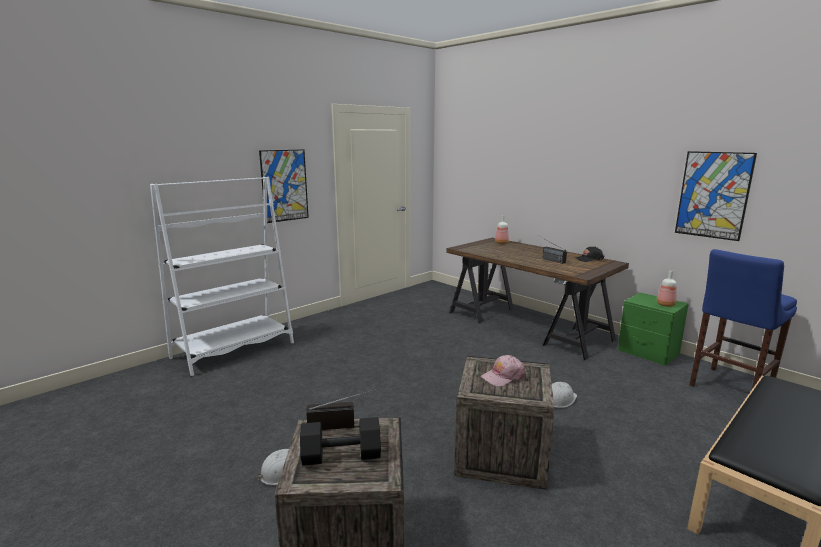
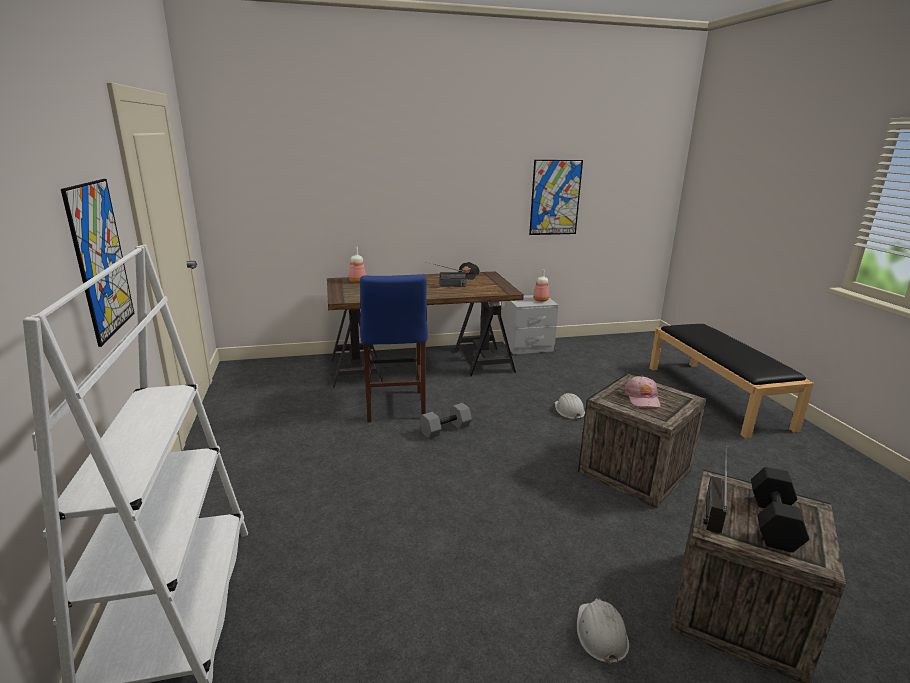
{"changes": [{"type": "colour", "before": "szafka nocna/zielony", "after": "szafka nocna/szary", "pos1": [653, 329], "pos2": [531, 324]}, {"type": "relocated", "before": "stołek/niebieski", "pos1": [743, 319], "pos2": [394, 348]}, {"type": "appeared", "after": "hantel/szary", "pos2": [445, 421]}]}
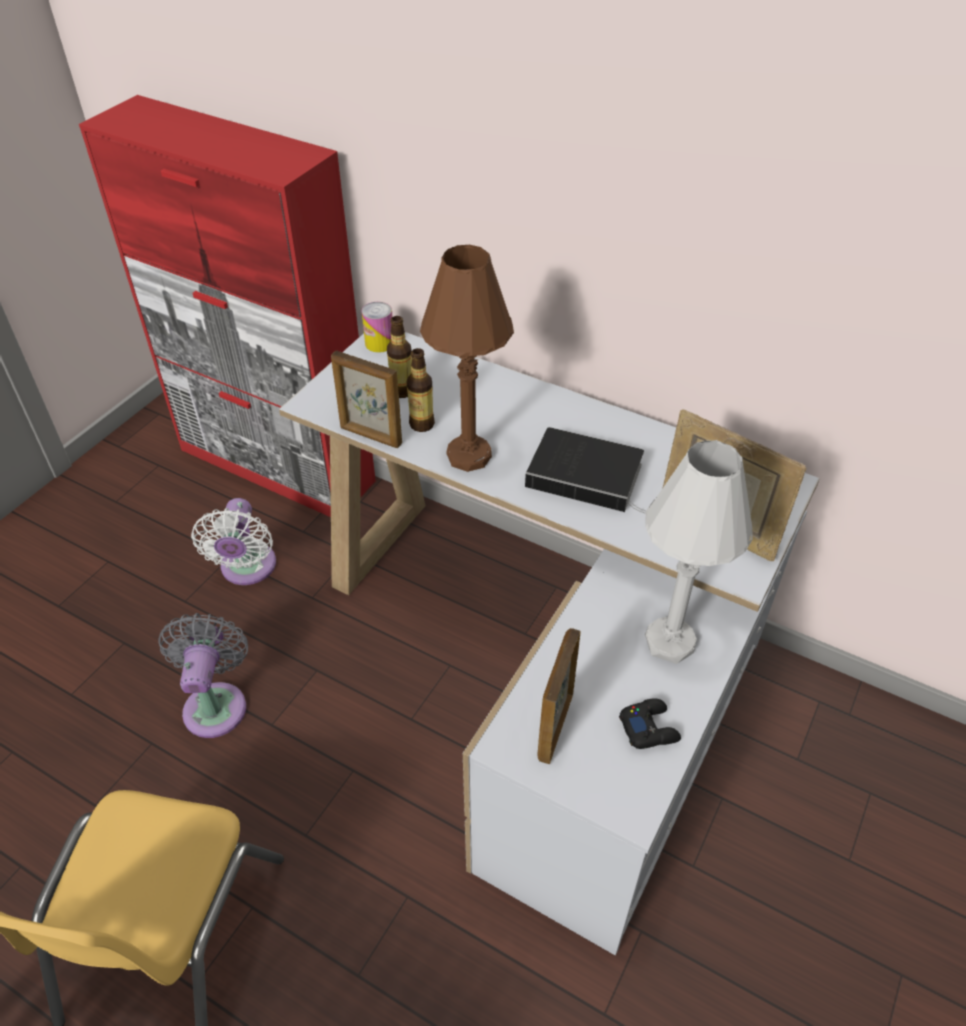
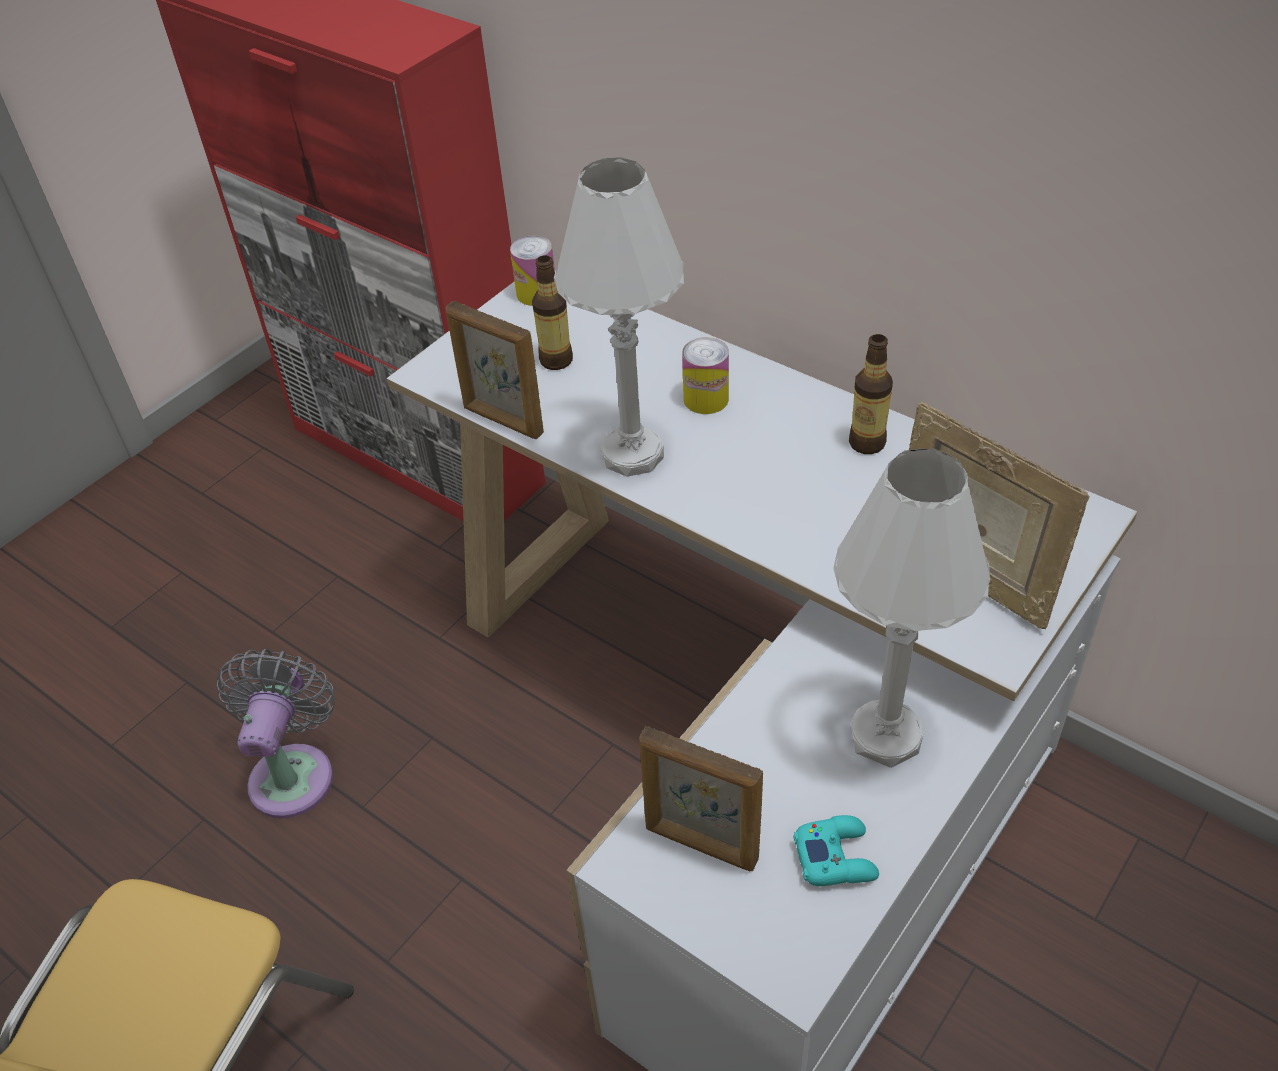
{"changes": [{"type": "missing", "before": "wentylator/biały", "pos1": [233, 541]}, {"type": "relocated", "before": "butelka", "pos1": [421, 390], "pos2": [871, 394]}, {"type": "colour", "before": "lampa stołowa/brązowy", "after": "lampa stołowa/biały", "pos1": [467, 358], "pos2": [619, 317]}, {"type": "missing", "before": "książka", "pos1": [585, 470]}, {"type": "spun", "before": "ramka na zdjęcie", "pos1": [559, 696], "pos2": [701, 798], "turn": -90}, {"type": "colour", "before": "pad do gier/czarny", "after": "pad do gier/turkusowy", "pos1": [650, 723], "pos2": [836, 850]}, {"type": "appeared", "after": "puszka", "pos2": [705, 375]}]}
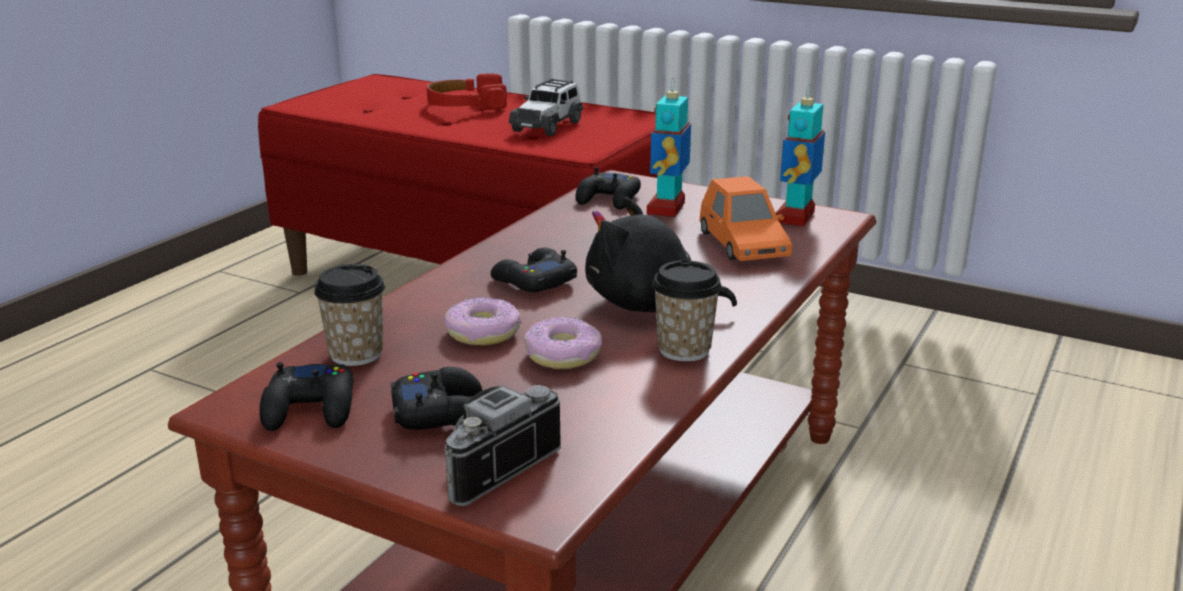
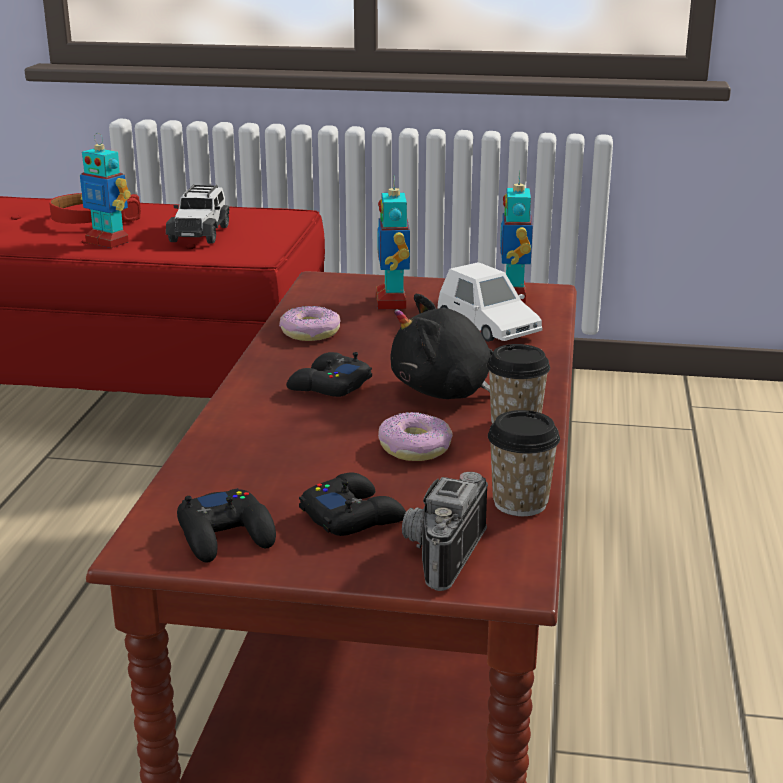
{"changes": [{"type": "relocated", "before": "filiżanka", "pos1": [349, 315], "pos2": [524, 463]}, {"type": "relocated", "before": "donut", "pos1": [482, 321], "pos2": [310, 323]}, {"type": "missing", "before": "pad do gier/czarny", "pos1": [608, 188]}, {"type": "colour", "before": "samochodzik/pomarańczowy", "after": "samochodzik/biały", "pos1": [745, 218], "pos2": [489, 302]}, {"type": "appeared", "after": "robot zabawkowy", "pos2": [105, 190]}]}
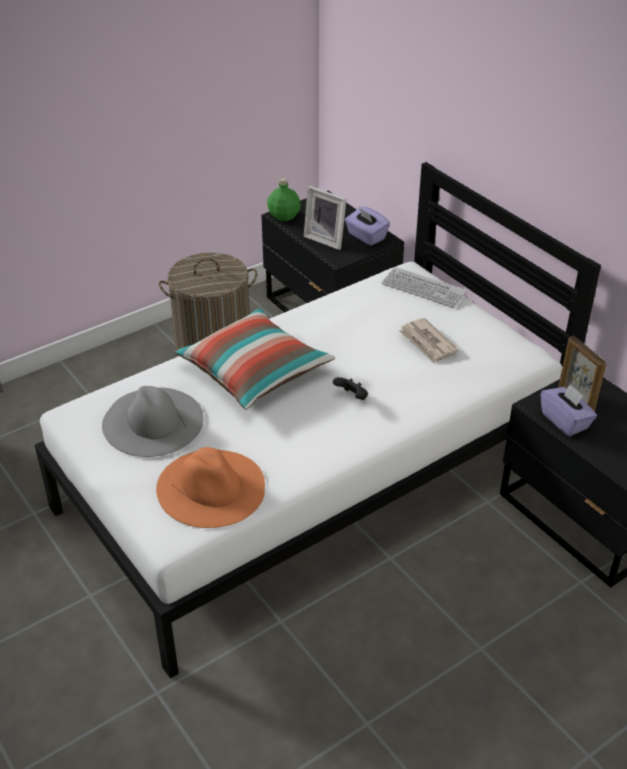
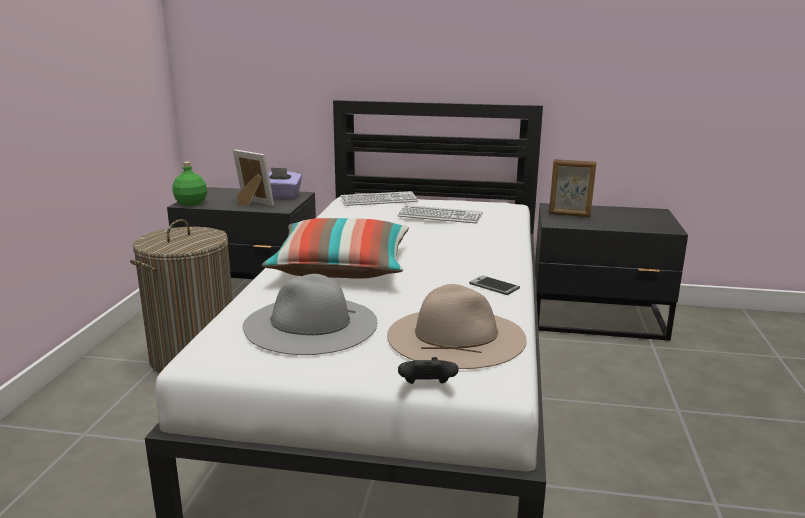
{"changes": [{"type": "colour", "before": "kapelusz/pomarańczowy", "after": "kapelusz/beżowy", "pos1": [210, 487], "pos2": [457, 326]}, {"type": "spun", "before": "ramka na zdjęcie", "pos1": [325, 218], "pos2": [253, 177], "turn": -135}, {"type": "relocated", "before": "pad do gier/czarny", "pos1": [350, 388], "pos2": [428, 370]}, {"type": "exchanged", "before": "gazeta", "after": "klawiatura", "pos1": [428, 341], "pos2": [440, 214]}, {"type": "missing", "before": "pudełko chusteczek/fioletowy", "pos1": [569, 410]}, {"type": "appeared", "after": "telefon", "pos2": [494, 285]}]}
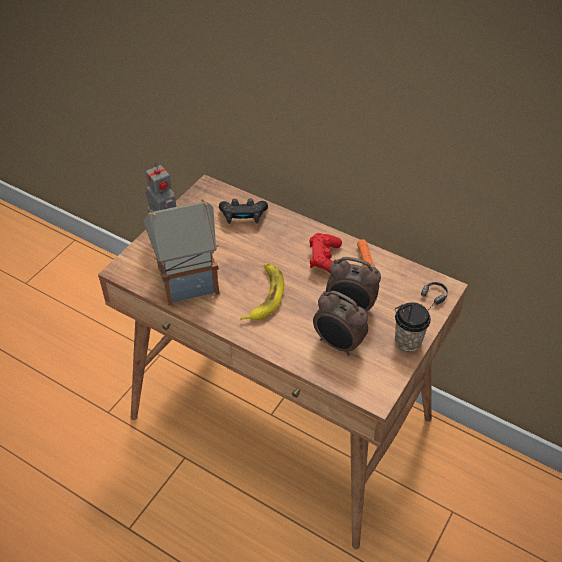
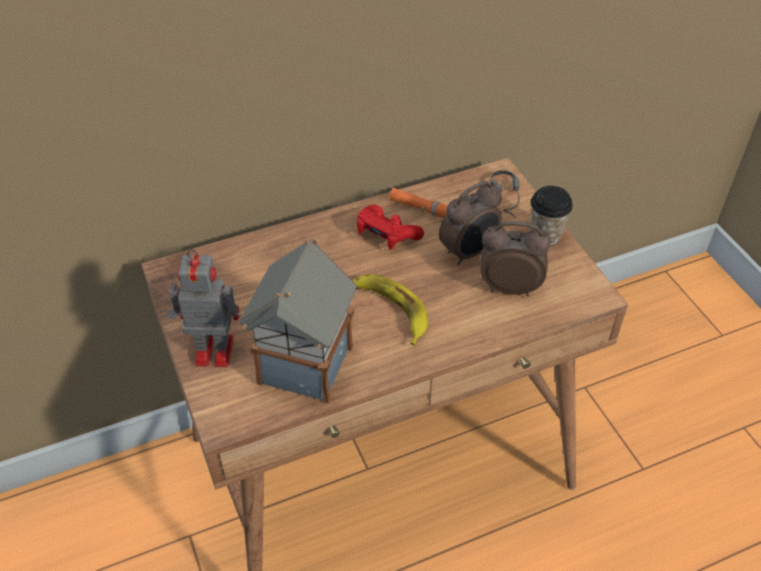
{"changes": [{"type": "missing", "before": "pad do gier/czarny", "pos1": [243, 211]}, {"type": "spun", "before": "budzik", "pos1": [340, 323], "pos2": [515, 259], "turn": -150}]}
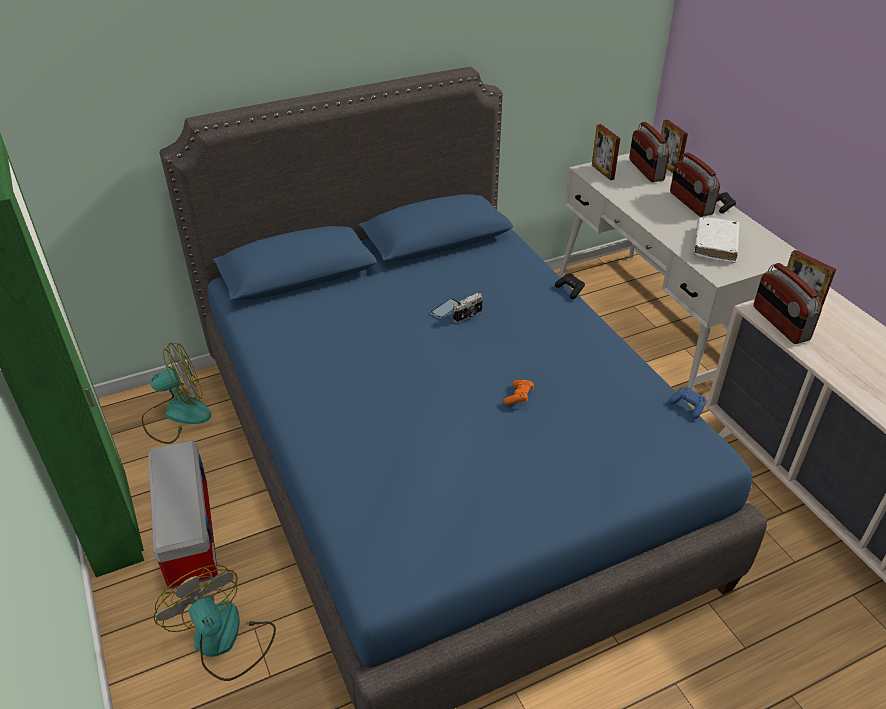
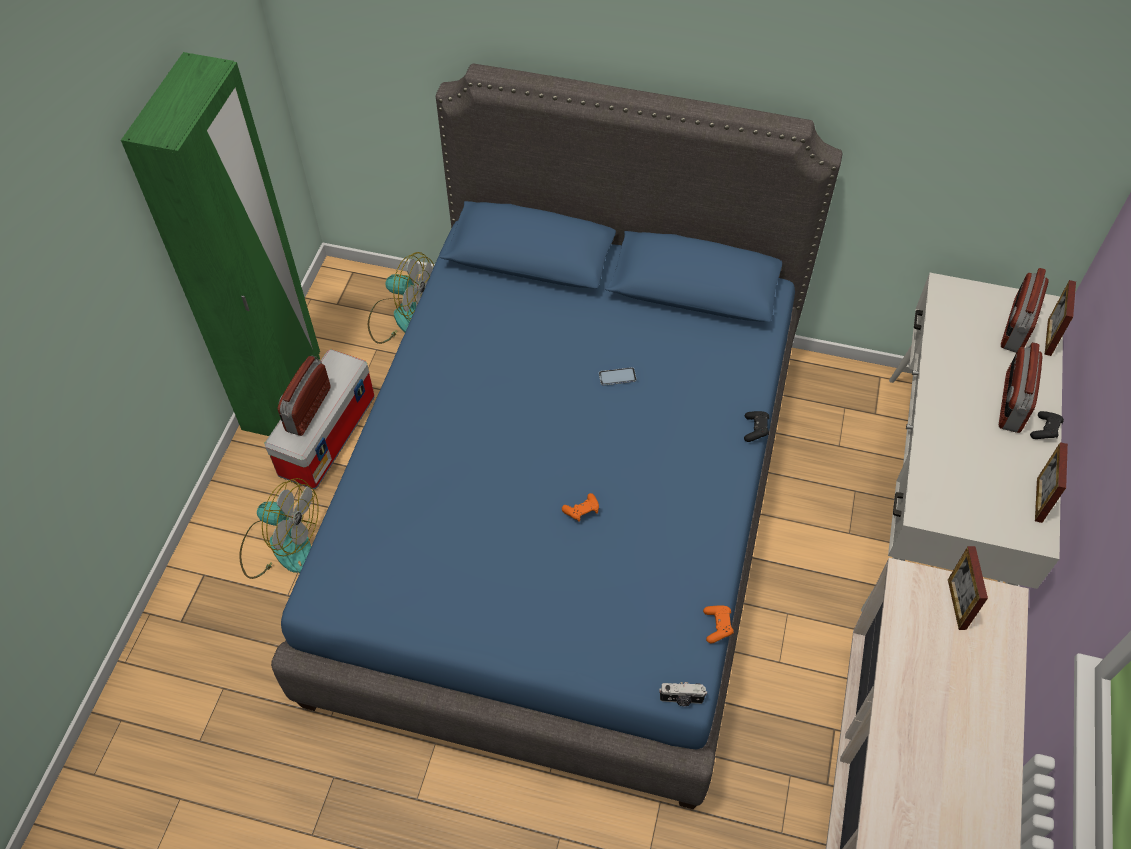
{"changes": [{"type": "spun", "before": "wentylator", "pos1": [215, 623], "pos2": [279, 528], "turn": 105}, {"type": "relocated", "before": "aparat fotograficzny", "pos1": [468, 308], "pos2": [683, 694]}, {"type": "relocated", "before": "ramka na zdjęcie", "pos1": [606, 152], "pos2": [1051, 482]}, {"type": "colour", "before": "pad do gier/niebieski", "after": "pad do gier/pomarańczowy", "pos1": [688, 402], "pos2": [718, 624]}, {"type": "missing", "before": "książka/biały", "pos1": [716, 240]}, {"type": "relocated", "before": "radio", "pos1": [788, 303], "pos2": [304, 396]}]}
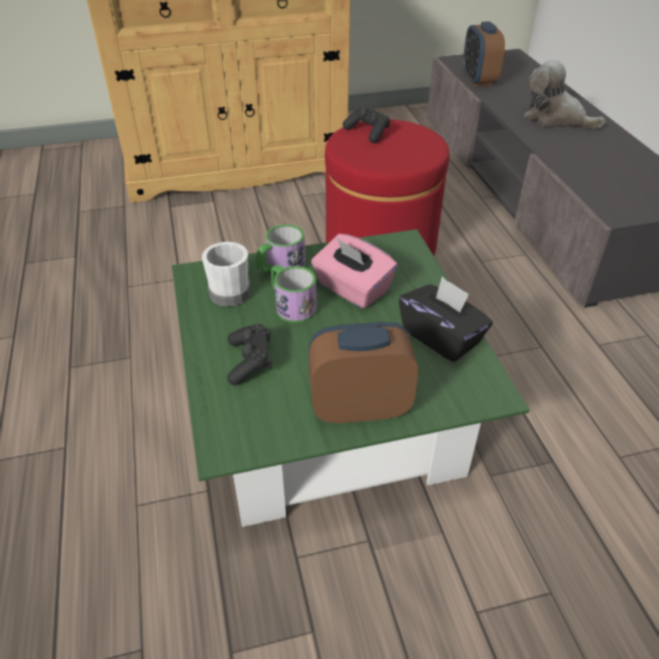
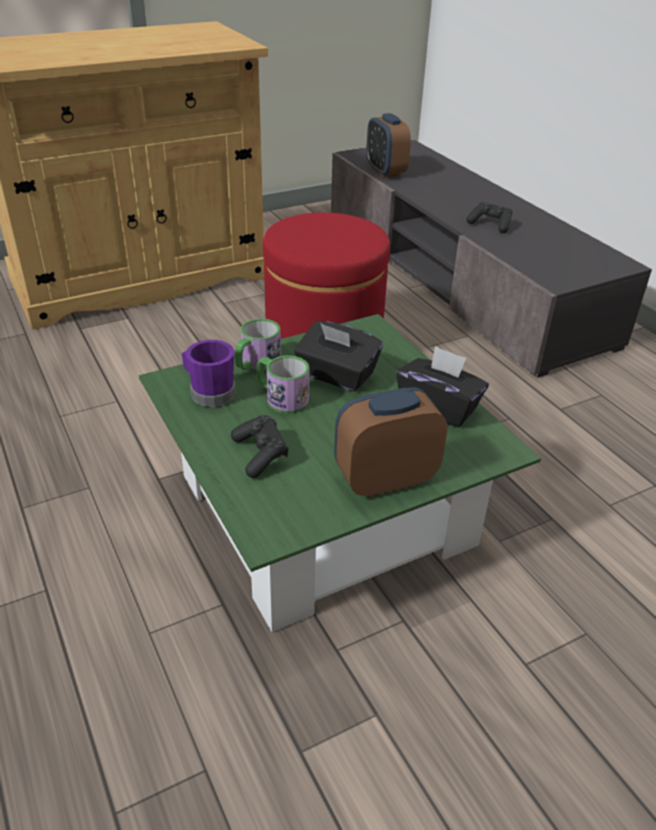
{"changes": [{"type": "colour", "before": "kubek/biały", "after": "kubek/fioletowy", "pos1": [226, 274], "pos2": [209, 373]}, {"type": "colour", "before": "pudełko chusteczek/różowy", "after": "pudełko chusteczek/czarny", "pos1": [354, 271], "pos2": [338, 356]}, {"type": "relocated", "before": "pad do gier/czarny", "pos1": [366, 125], "pos2": [489, 217]}, {"type": "missing", "before": "pluszak", "pos1": [564, 94]}]}
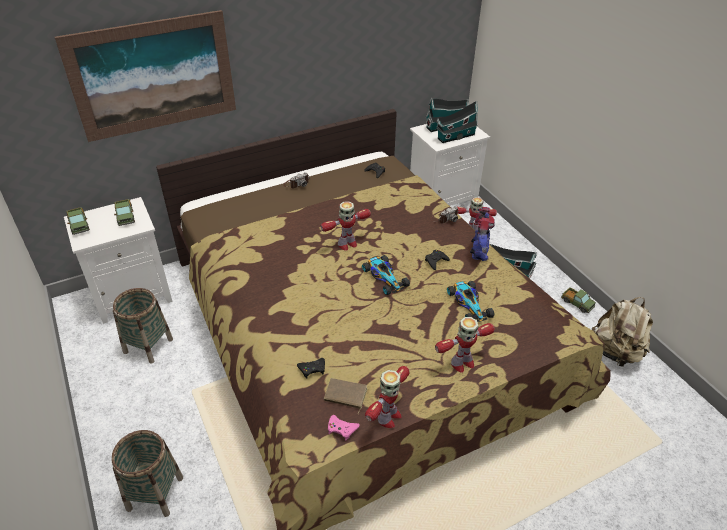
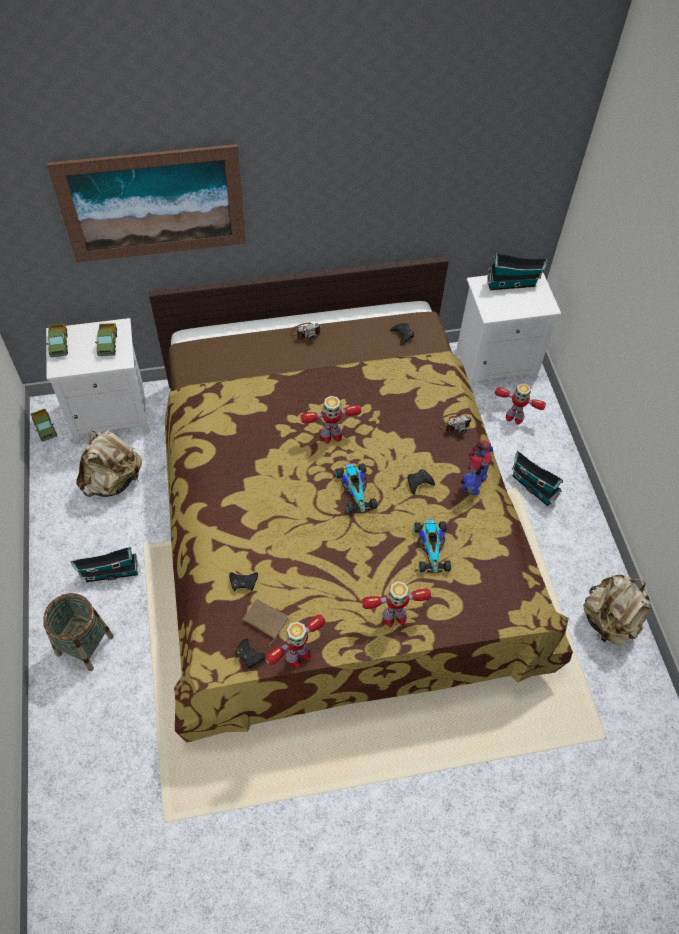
{"changes": [{"type": "exchanged", "before": "koszyk", "after": "plecak/beżowy", "pos1": [143, 325], "pos2": [109, 464]}, {"type": "colour", "before": "pad do gier/różowy", "after": "pad do gier/czarny", "pos1": [344, 428], "pos2": [250, 654]}, {"type": "relocated", "before": "domek", "pos1": [457, 121], "pos2": [104, 564]}, {"type": "relocated", "before": "ciężarówka zabawkowa", "pos1": [578, 300], "pos2": [44, 425]}]}
